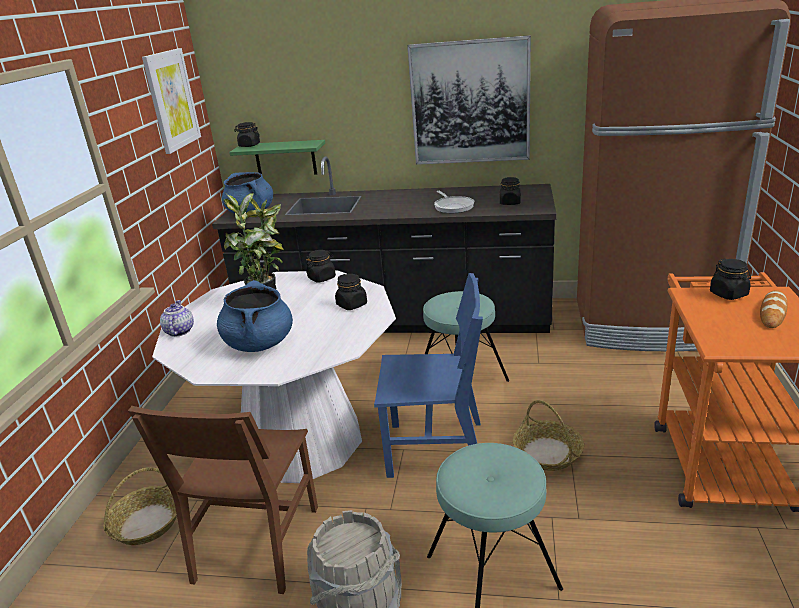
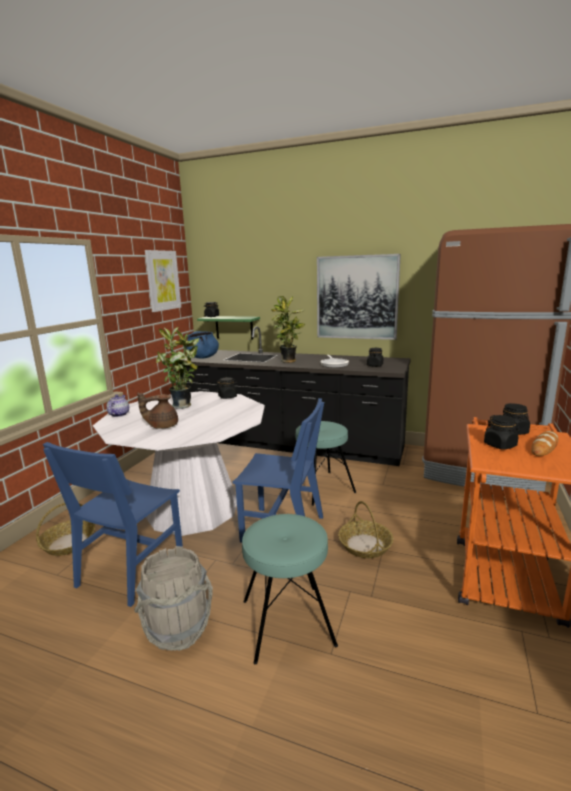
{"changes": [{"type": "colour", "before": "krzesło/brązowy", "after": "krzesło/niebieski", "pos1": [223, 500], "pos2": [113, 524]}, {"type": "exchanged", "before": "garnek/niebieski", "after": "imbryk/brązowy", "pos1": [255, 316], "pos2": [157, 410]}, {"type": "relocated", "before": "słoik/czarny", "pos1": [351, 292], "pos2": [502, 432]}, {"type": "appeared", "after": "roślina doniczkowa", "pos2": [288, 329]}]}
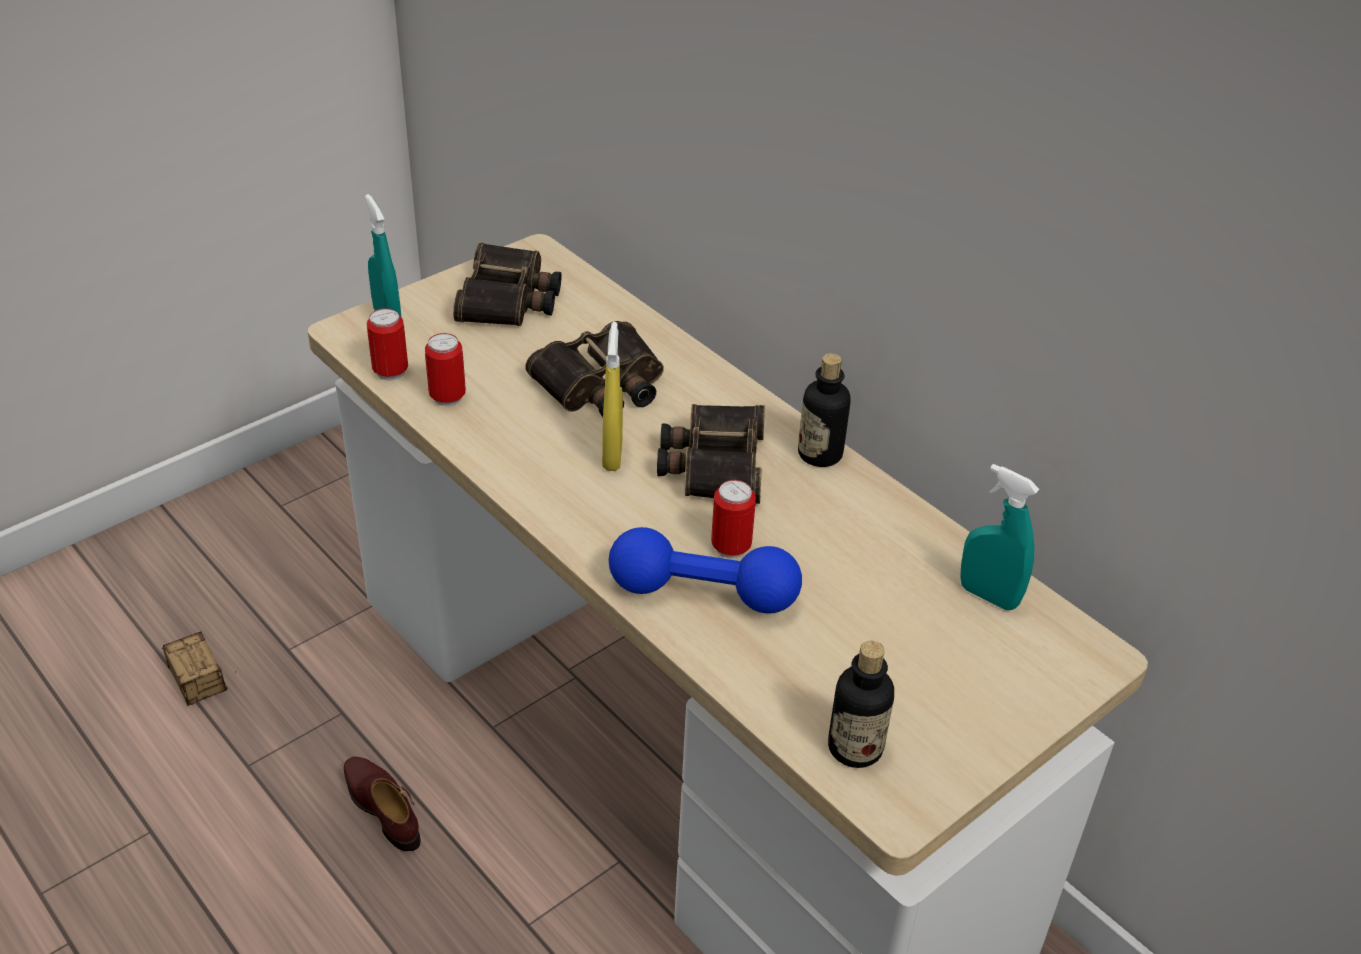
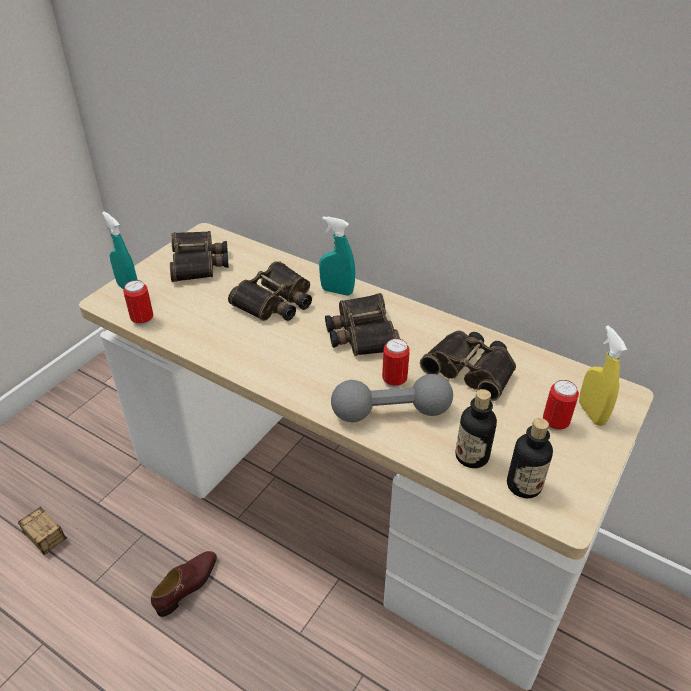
{"changes": [{"type": "spun", "before": "but/brązowy", "pos1": [382, 804], "pos2": [184, 584], "turn": 90}, {"type": "relocated", "before": "puszka", "pos1": [445, 369], "pos2": [561, 405]}, {"type": "relocated", "before": "spryskiwacz/żółty", "pos1": [612, 396], "pos2": [603, 375]}, {"type": "colour", "before": "hantel/niebieski", "after": "hantel/szary", "pos1": [705, 570], "pos2": [392, 398]}, {"type": "relocated", "before": "butelka", "pos1": [824, 410], "pos2": [476, 428]}, {"type": "relocated", "before": "spryskiwacz/turkusowy", "pos1": [999, 537], "pos2": [337, 256]}, {"type": "appeared", "after": "lornetka", "pos2": [468, 366]}]}
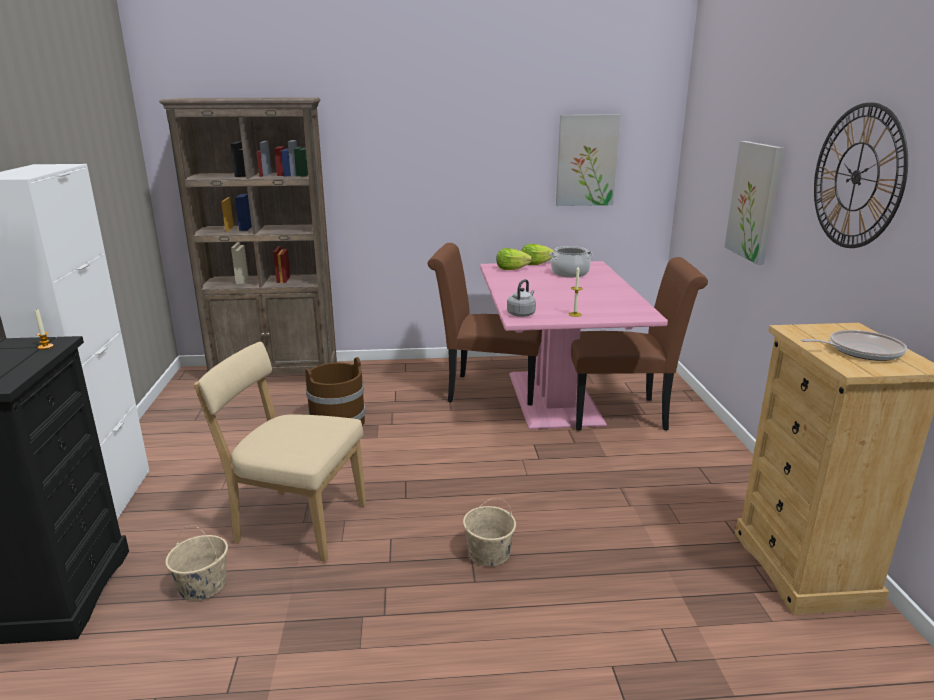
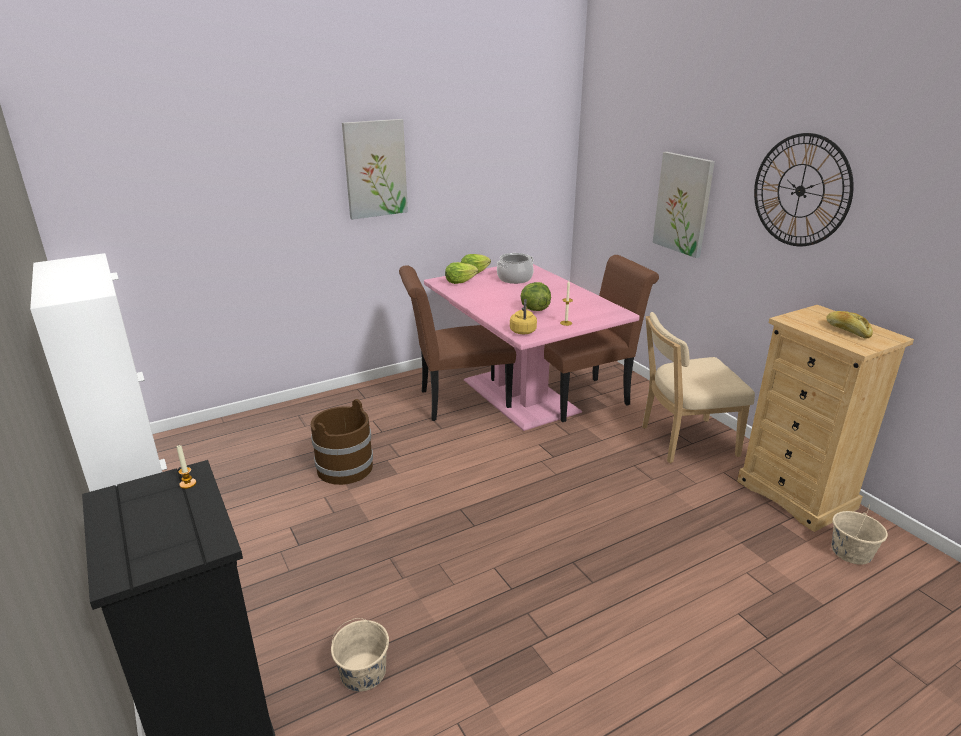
{"changes": [{"type": "missing", "before": "regał/brązowy", "pos1": [248, 236]}, {"type": "relocated", "before": "krzesło/beżowy", "pos1": [280, 452], "pos2": [698, 387]}, {"type": "relocated", "before": "wiadro/beżowy", "pos1": [489, 532], "pos2": [859, 534]}, {"type": "colour", "before": "czajnik/szary", "after": "czajnik/żółty", "pos1": [521, 298], "pos2": [523, 316]}, {"type": "relocated", "before": "obraz", "pos1": [588, 160], "pos2": [375, 169]}, {"type": "exchanged", "before": "patelnia", "after": "chleb", "pos1": [854, 345], "pos2": [849, 325]}, {"type": "appeared", "after": "sałata", "pos2": [535, 296]}]}
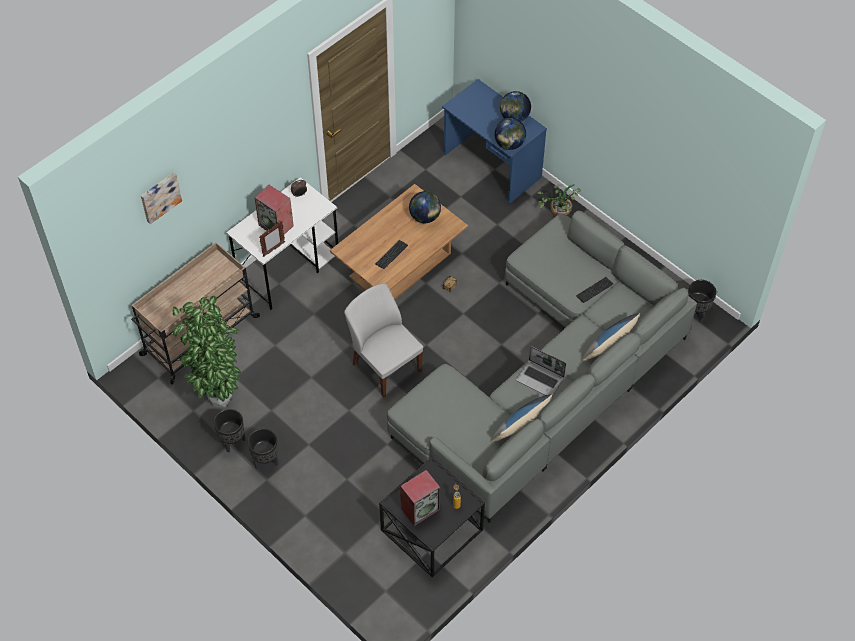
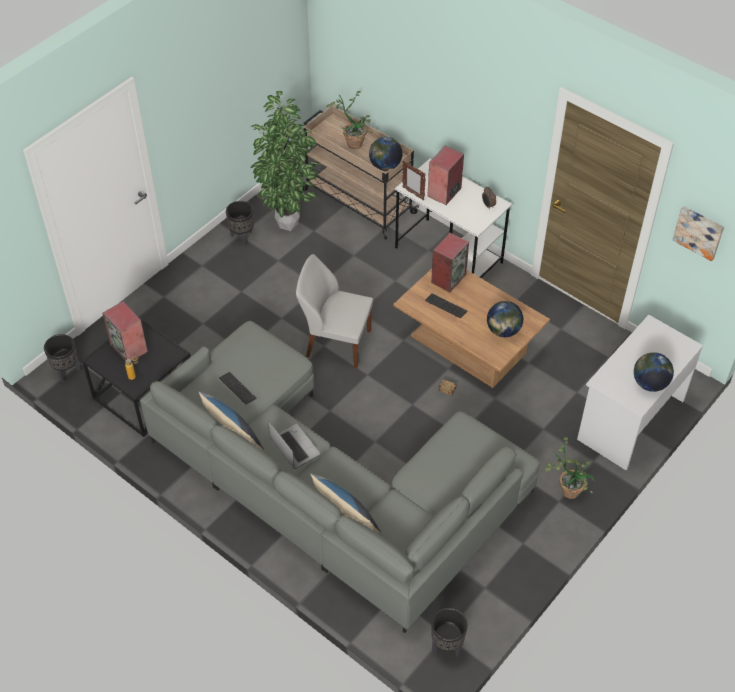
{"changes": [{"type": "relocated", "before": "obraz", "pos1": [161, 198], "pos2": [698, 233]}, {"type": "relocated", "before": "donica/czarny", "pos1": [263, 448], "pos2": [62, 358]}, {"type": "spun", "before": "krzesło/biały", "pos1": [383, 341], "pos2": [334, 311], "turn": -120}, {"type": "colour", "before": "biurko/niebieski", "after": "biurko/biały", "pos1": [494, 141], "pos2": [640, 392]}, {"type": "relocated", "before": "globus", "pos1": [510, 134], "pos2": [386, 154]}, {"type": "spun", "before": "laptop", "pos1": [541, 372], "pos2": [294, 444], "turn": 120}, {"type": "relocated", "before": "klawiatura", "pos1": [594, 290], "pos2": [238, 388]}, {"type": "appeared", "after": "roślina doniczkowa", "pos2": [349, 120]}, {"type": "appeared", "after": "głośnik", "pos2": [450, 262]}]}
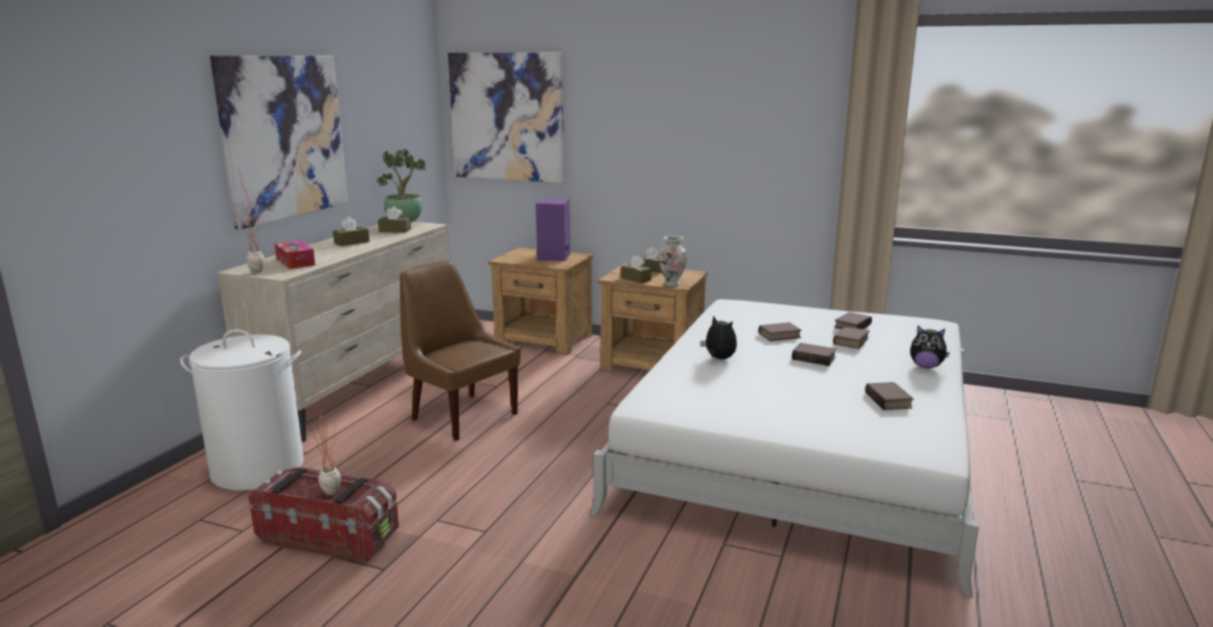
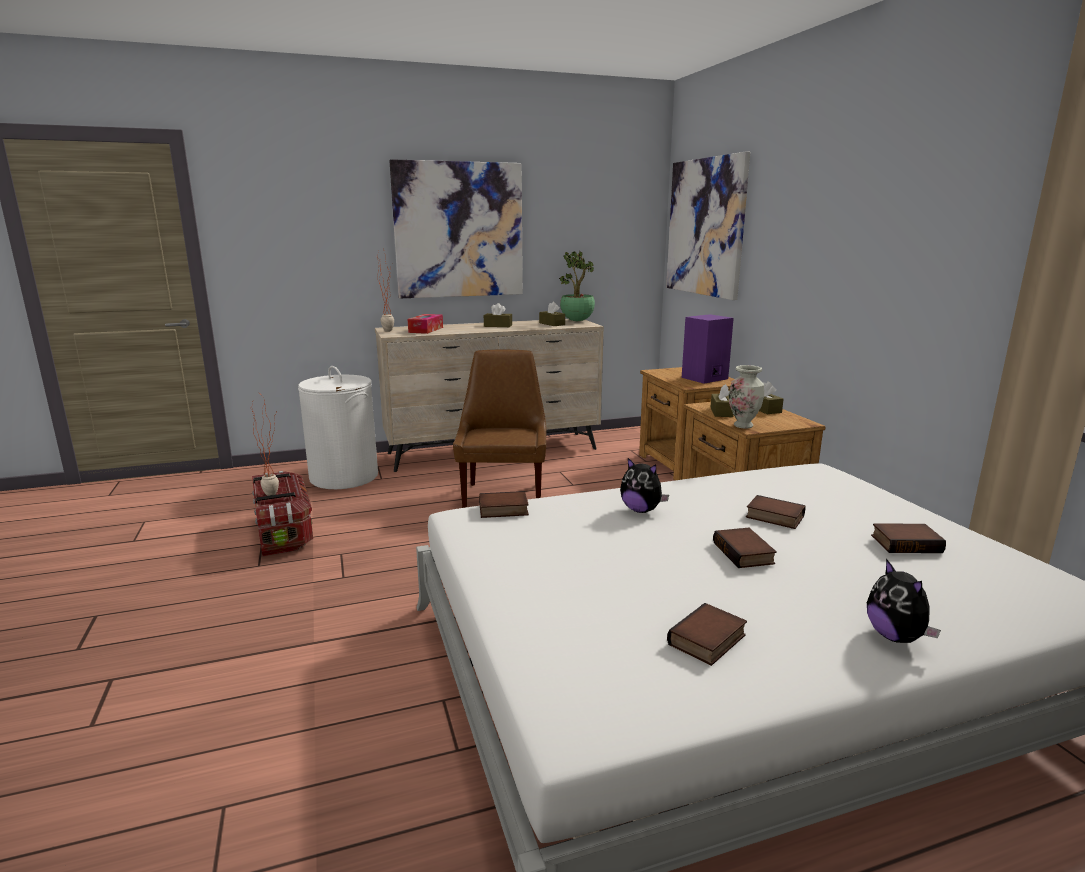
{"changes": [{"type": "spun", "before": "pluszak", "pos1": [718, 337], "pos2": [644, 485], "turn": 120}, {"type": "relocated", "before": "książka", "pos1": [851, 337], "pos2": [504, 504]}]}
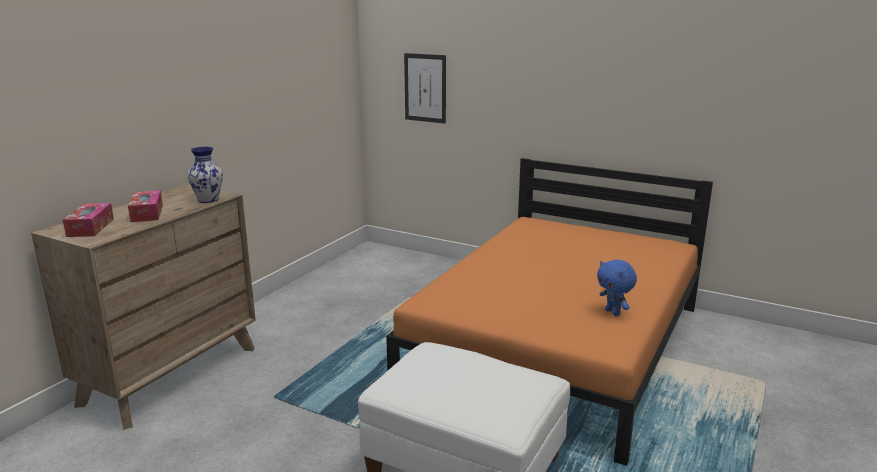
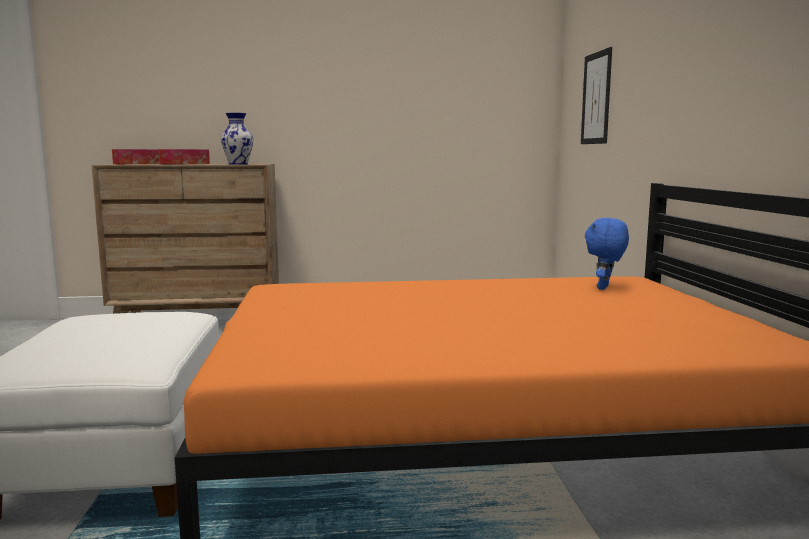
{"changes": [{"type": "relocated", "before": "pluszak/niebieski", "pos1": [617, 288], "pos2": [607, 254]}]}
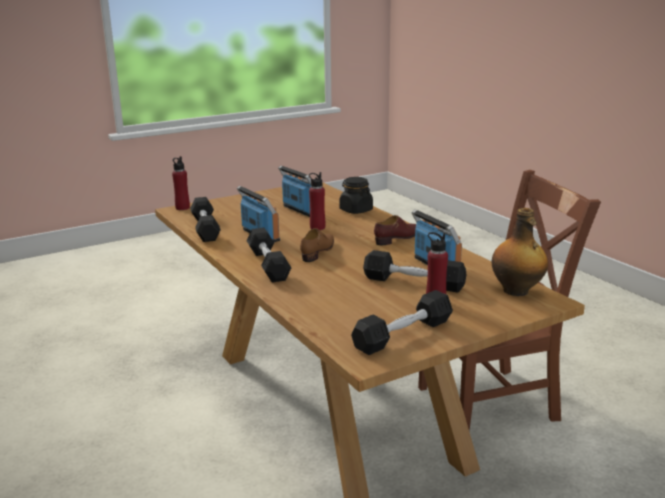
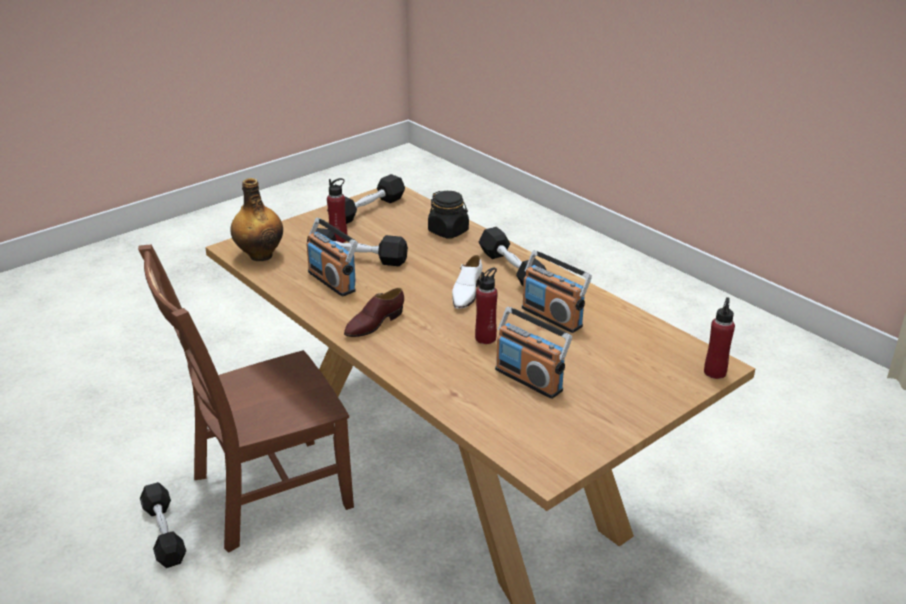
{"changes": [{"type": "relocated", "before": "hantel/czarny", "pos1": [205, 219], "pos2": [163, 525]}, {"type": "colour", "before": "but/brązowy", "after": "but/biały", "pos1": [317, 245], "pos2": [467, 281]}, {"type": "relocated", "before": "słoik/czarny", "pos1": [356, 195], "pos2": [448, 215]}]}
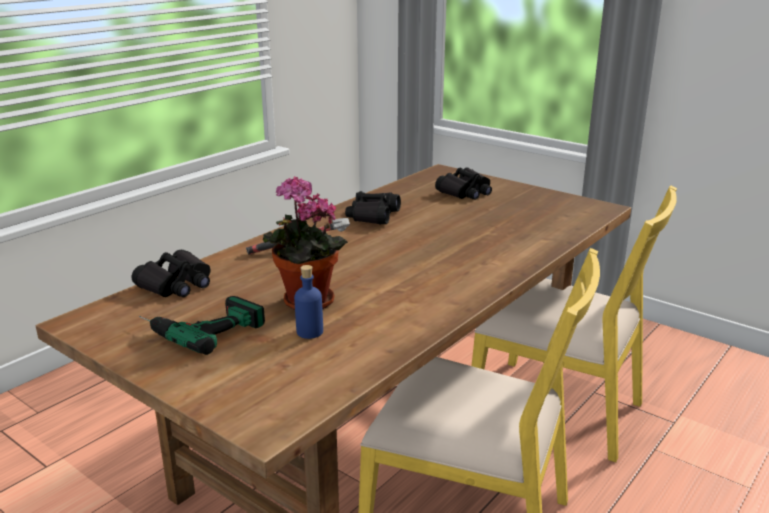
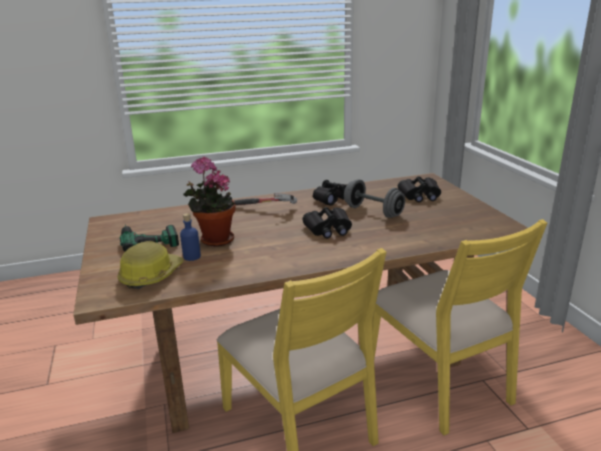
{"changes": [{"type": "relocated", "before": "lornetka/czarny", "pos1": [171, 273], "pos2": [327, 222]}, {"type": "appeared", "after": "kask", "pos2": [150, 265]}, {"type": "appeared", "after": "hantel/szary", "pos2": [374, 198]}]}
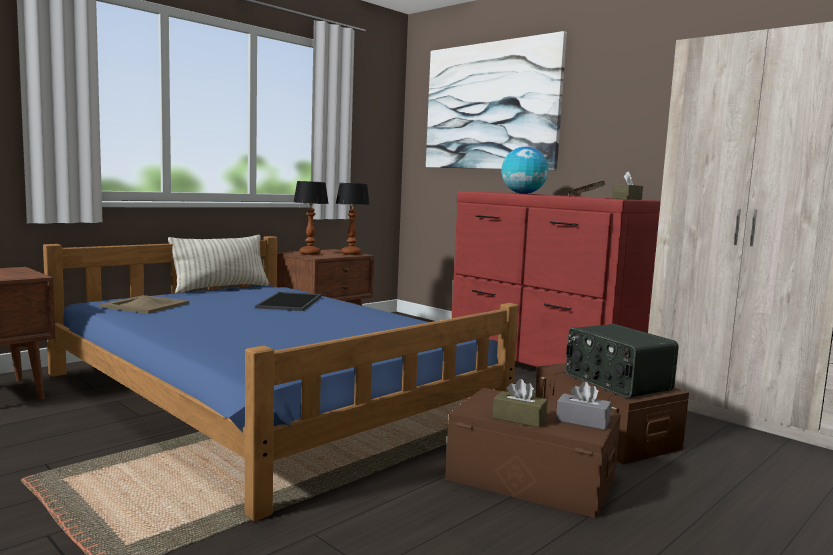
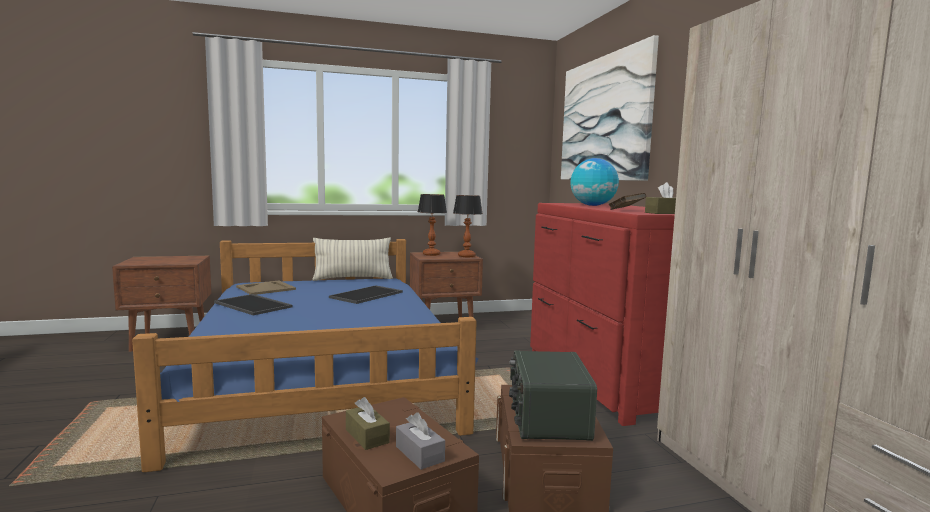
{"changes": [{"type": "appeared", "after": "taca", "pos2": [253, 305]}]}
